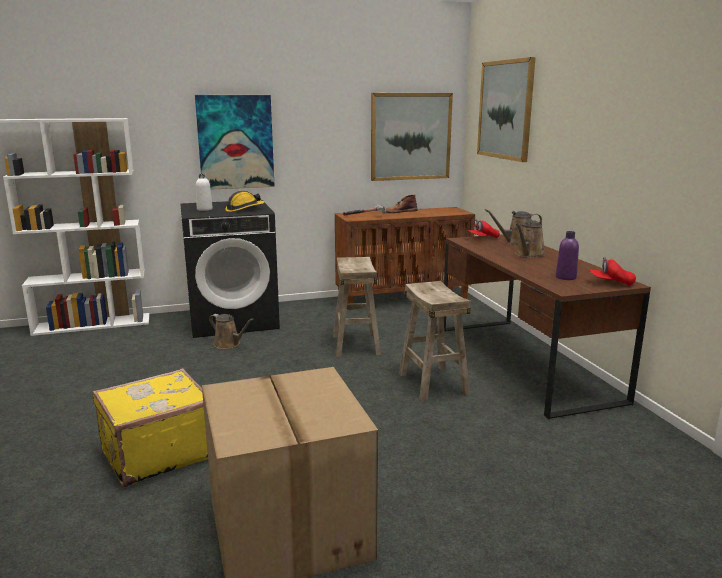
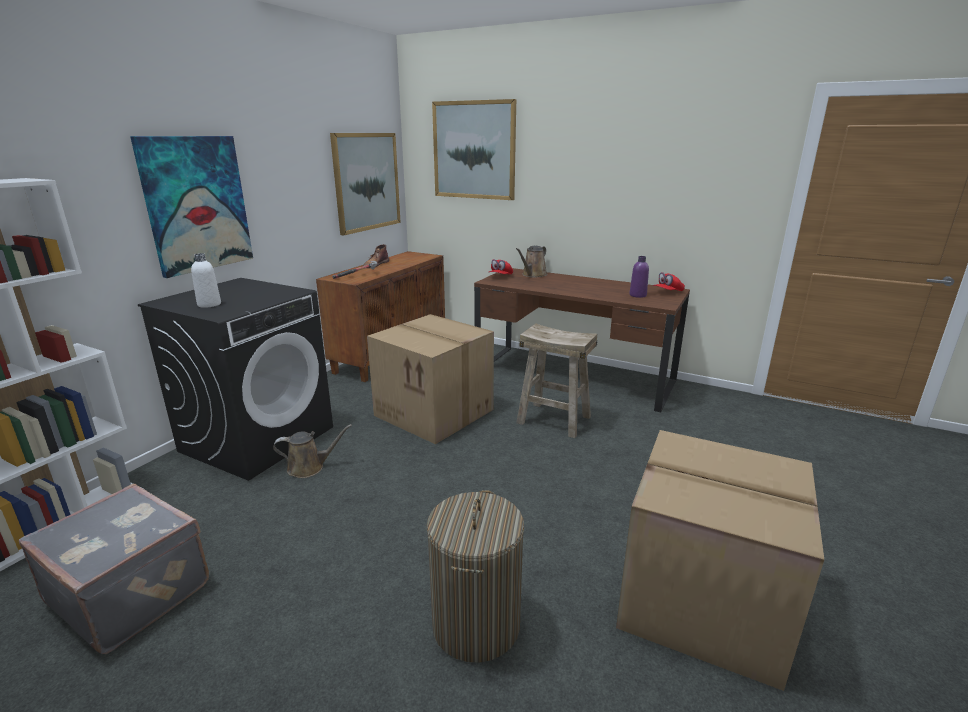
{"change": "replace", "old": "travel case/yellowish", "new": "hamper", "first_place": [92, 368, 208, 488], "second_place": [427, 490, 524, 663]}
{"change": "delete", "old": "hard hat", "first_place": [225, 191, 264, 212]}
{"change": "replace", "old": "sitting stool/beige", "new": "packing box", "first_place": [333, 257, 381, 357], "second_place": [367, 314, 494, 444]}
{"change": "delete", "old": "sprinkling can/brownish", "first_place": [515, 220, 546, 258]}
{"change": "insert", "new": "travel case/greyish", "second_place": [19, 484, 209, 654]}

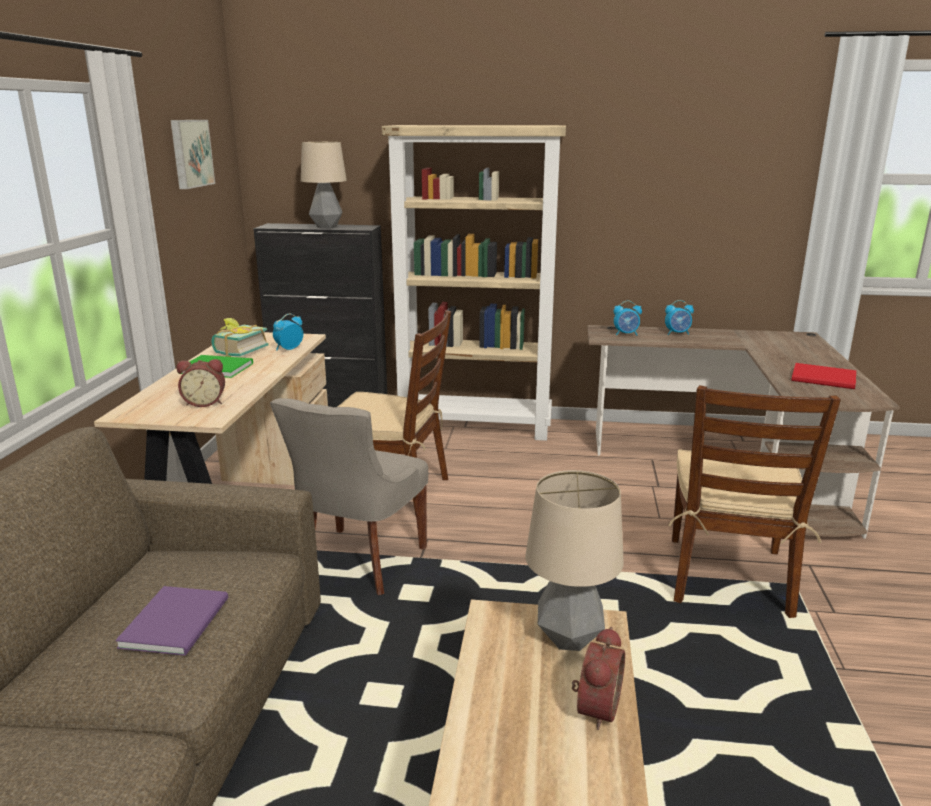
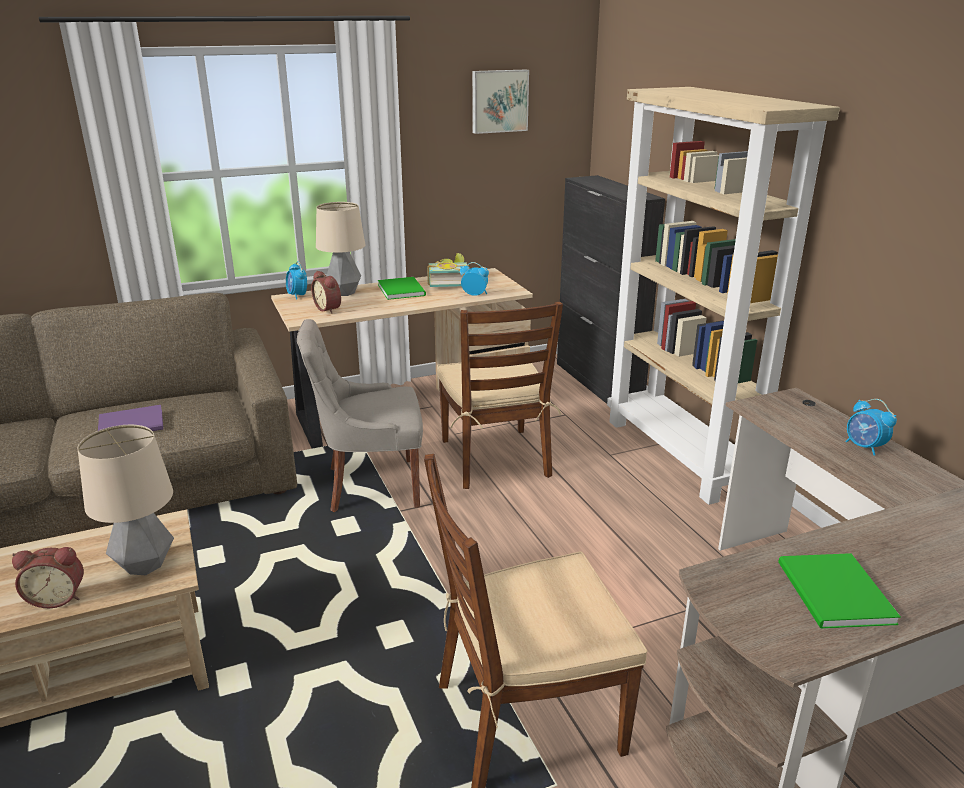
{"change": "move", "old": "lamp for a table", "first_place": [301, 142, 347, 229], "second_place": [316, 202, 365, 296]}
{"change": "move", "old": "table clock", "first_place": [613, 301, 642, 336], "second_place": [286, 261, 307, 300]}
{"change": "recolor", "old": "book/red-coloured", "new": "book/green-coloured", "first_place": [791, 363, 856, 389], "second_place": [778, 553, 901, 629]}

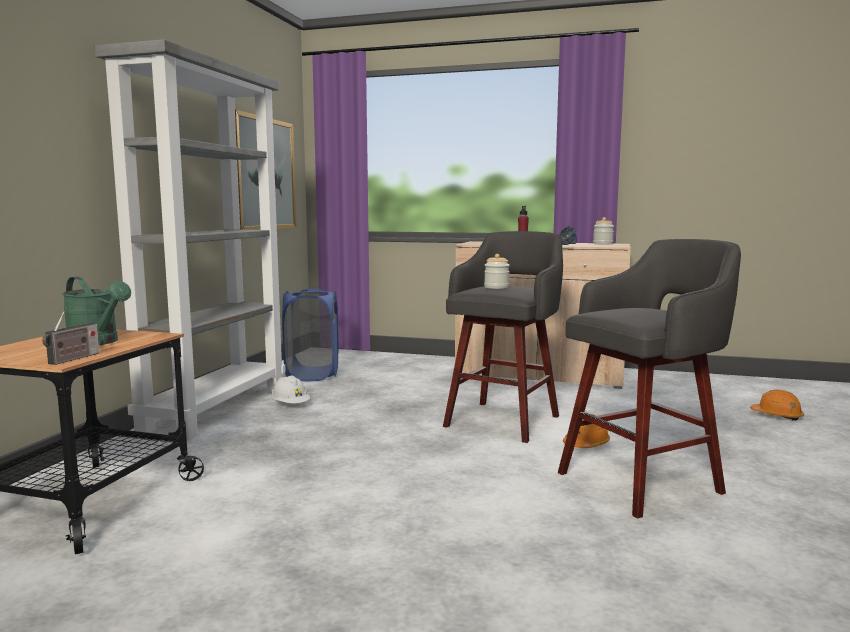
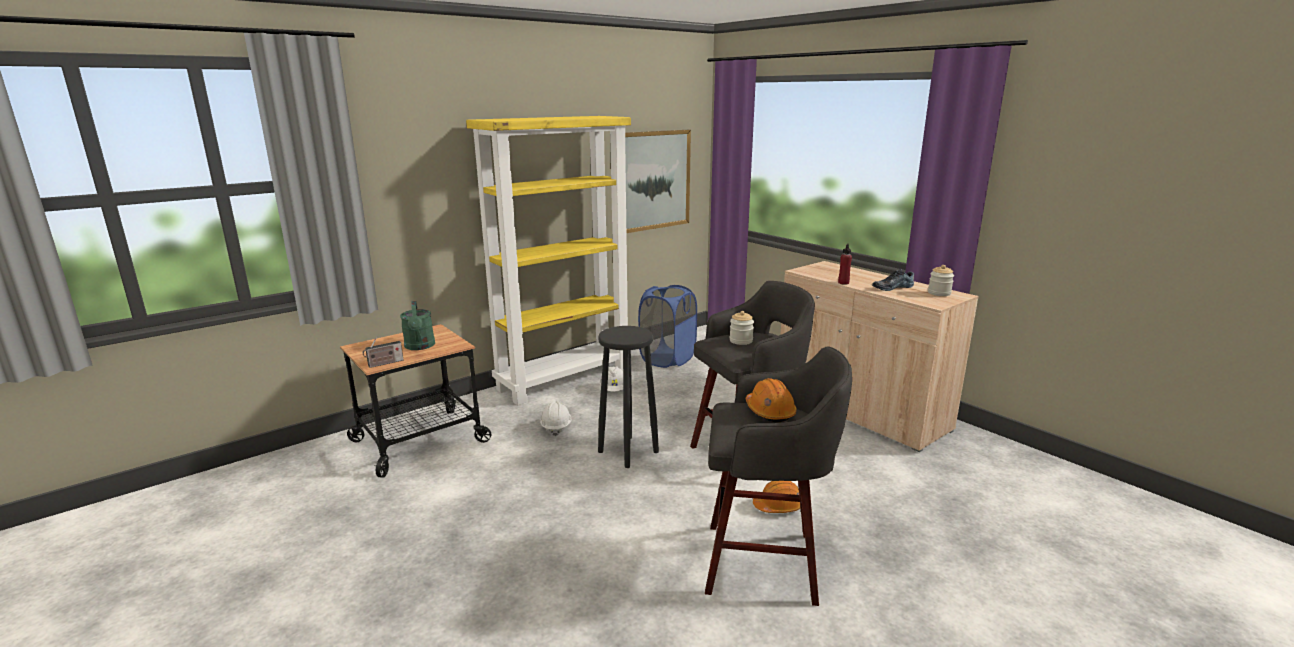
{"change": "recolor", "old": "bookshelf/greyish", "new": "bookshelf/yellowish", "first_place": [94, 39, 286, 440], "second_place": [466, 116, 631, 405]}
{"change": "move", "old": "hard hat/orangey", "first_place": [750, 390, 804, 421], "second_place": [746, 378, 797, 422]}
{"change": "insert", "new": "hard hat/white", "second_place": [540, 400, 572, 436]}
{"change": "insert", "new": "sitting stool/black-coloured", "second_place": [598, 326, 659, 468]}

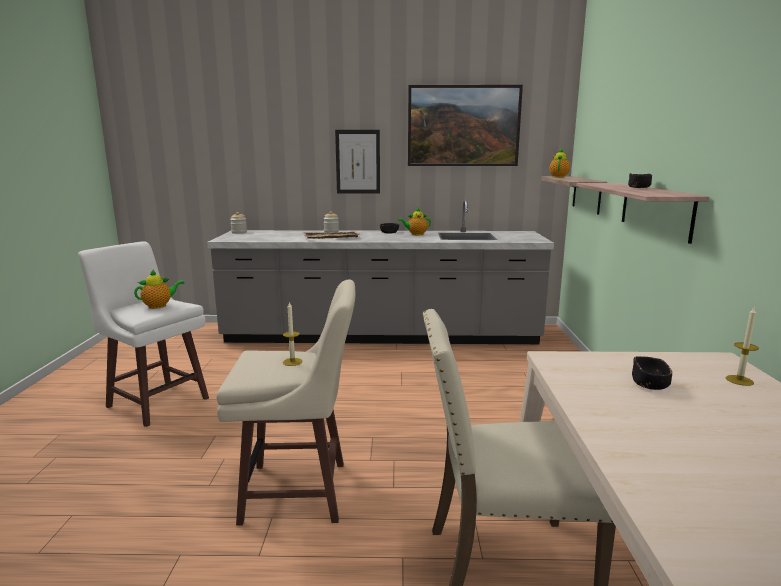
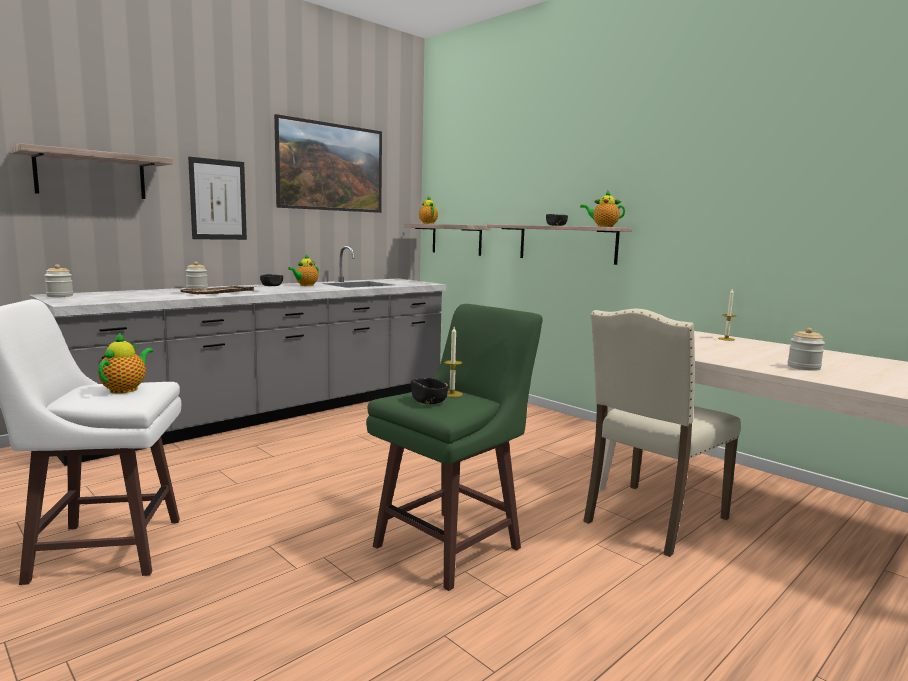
{"change": "recolor", "old": "sitting stool/beige", "new": "sitting stool/green-coloured", "first_place": [216, 280, 356, 526], "second_place": [366, 304, 543, 591]}
{"change": "move", "old": "deep dish/black-coloured", "first_place": [632, 356, 672, 390], "second_place": [411, 378, 448, 404]}
{"change": "insert", "new": "shelf", "second_place": [11, 143, 173, 199]}
{"change": "insert", "new": "tea pot", "second_place": [580, 190, 625, 227]}
{"change": "insert", "new": "storage jar", "second_place": [787, 328, 825, 371]}

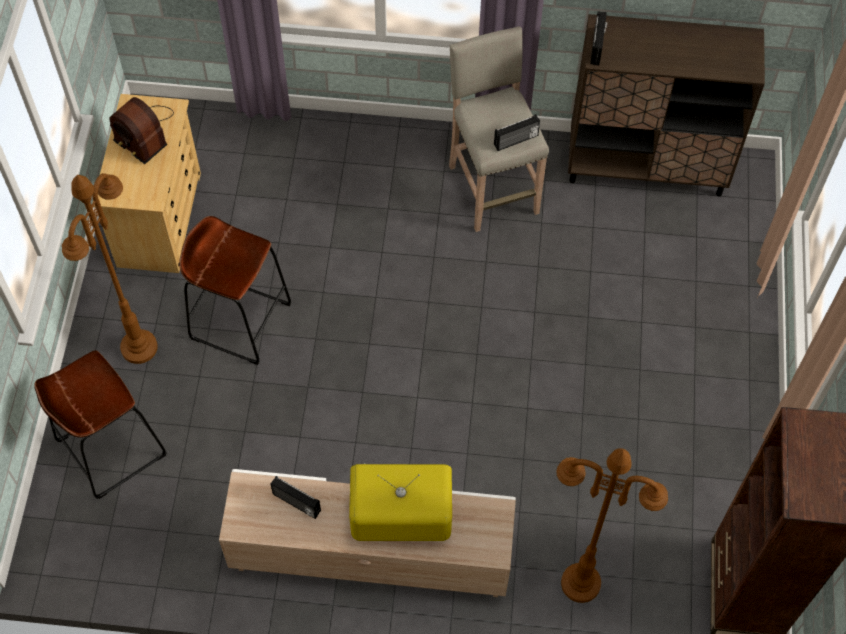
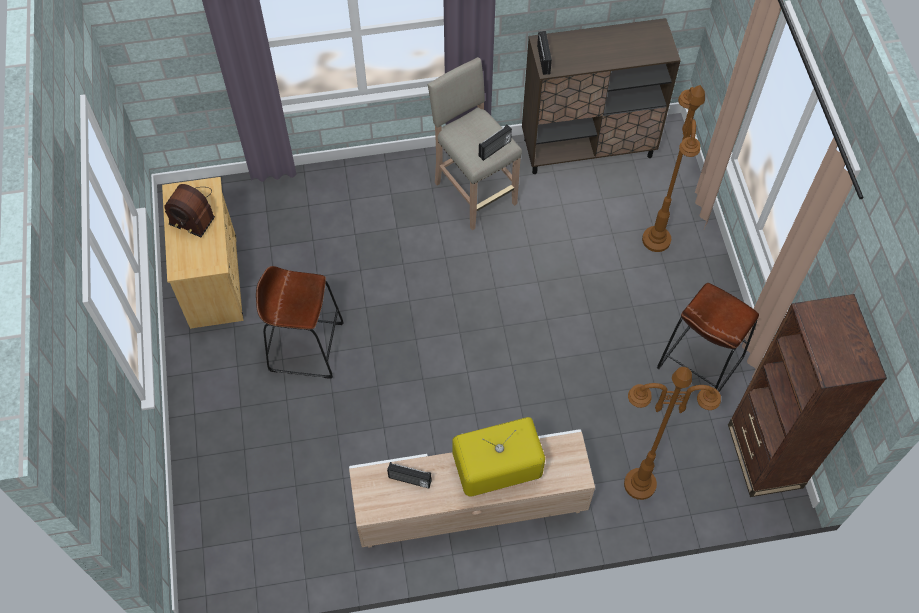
{"change": "move", "old": "sitting stool/brownish", "first_place": [34, 350, 167, 499], "second_place": [657, 283, 759, 392]}
{"change": "move", "old": "floor lamp/brownish", "first_place": [62, 173, 158, 364], "second_place": [642, 85, 705, 252]}

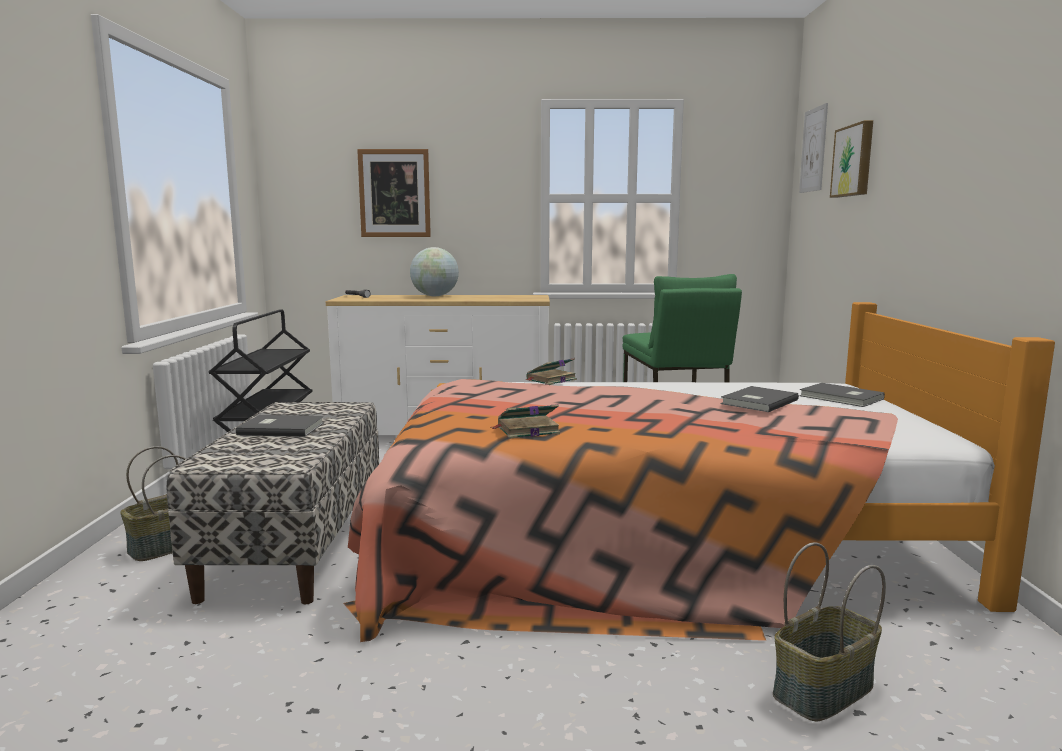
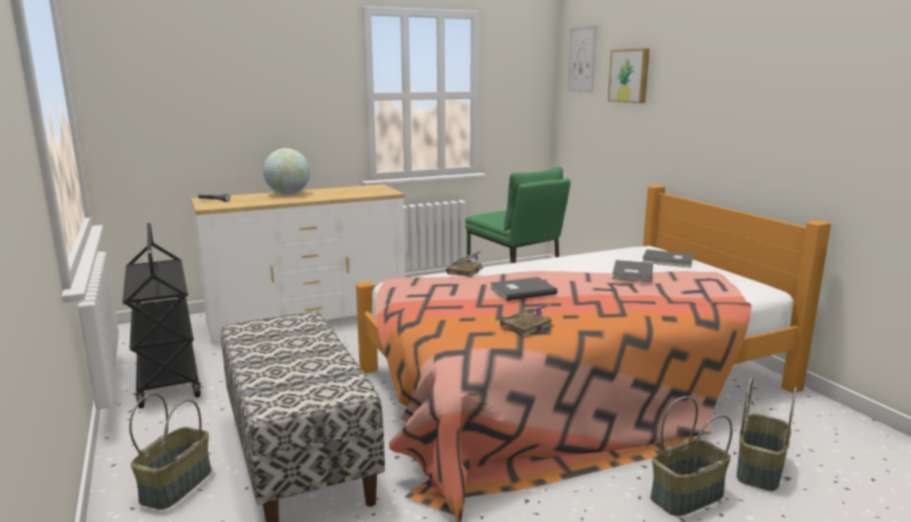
{"change": "move", "old": "book/greyish", "first_place": [236, 415, 324, 437], "second_place": [490, 277, 558, 301]}
{"change": "delete", "old": "wall picture", "first_place": [357, 149, 431, 237]}
{"change": "insert", "new": "household basket", "second_place": [650, 396, 733, 516]}

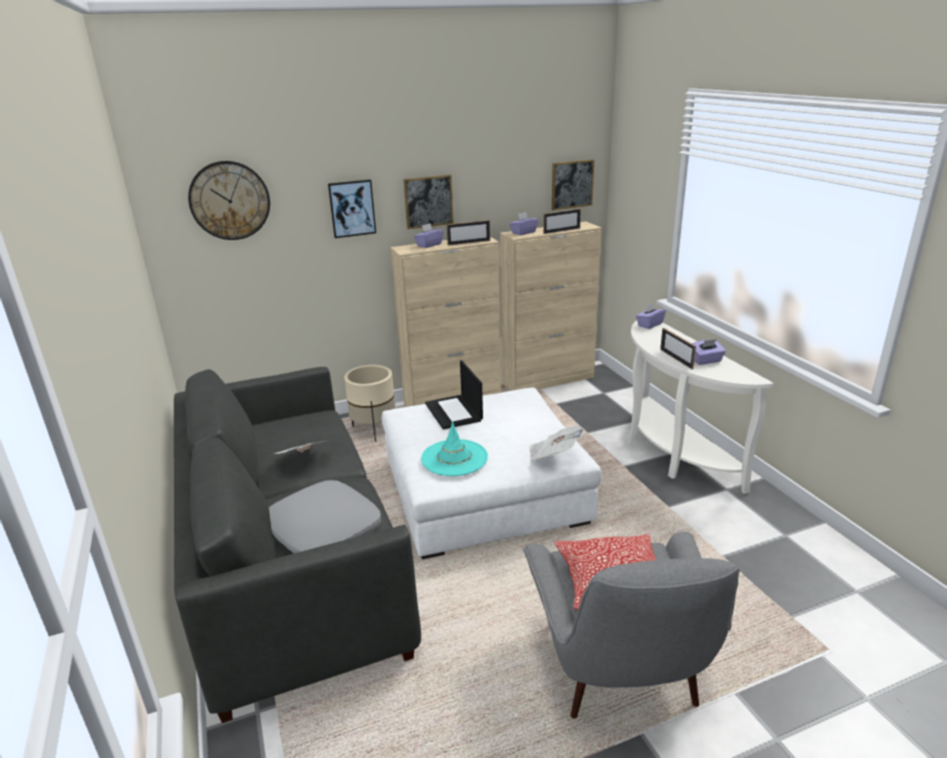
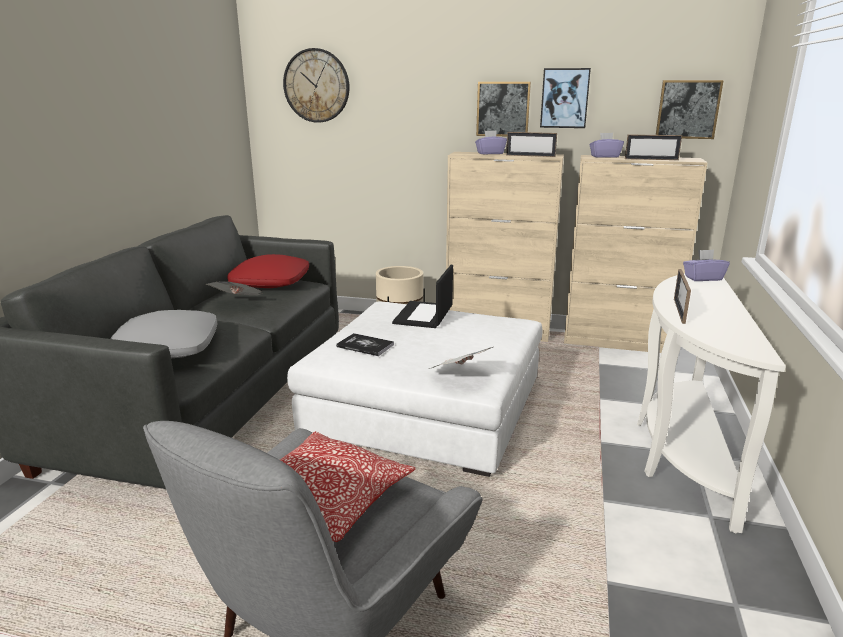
{"change": "move", "old": "wall picture", "first_place": [328, 179, 376, 238], "second_place": [540, 68, 591, 128]}
{"change": "replace", "old": "clothing hat/blue-green", "new": "book", "first_place": [421, 422, 488, 476], "second_place": [336, 333, 394, 356]}
{"change": "delete", "old": "box of tissues/purple-coloured", "first_place": [692, 339, 726, 365]}
{"change": "insert", "new": "pillow/red-coloured", "second_place": [227, 254, 309, 288]}

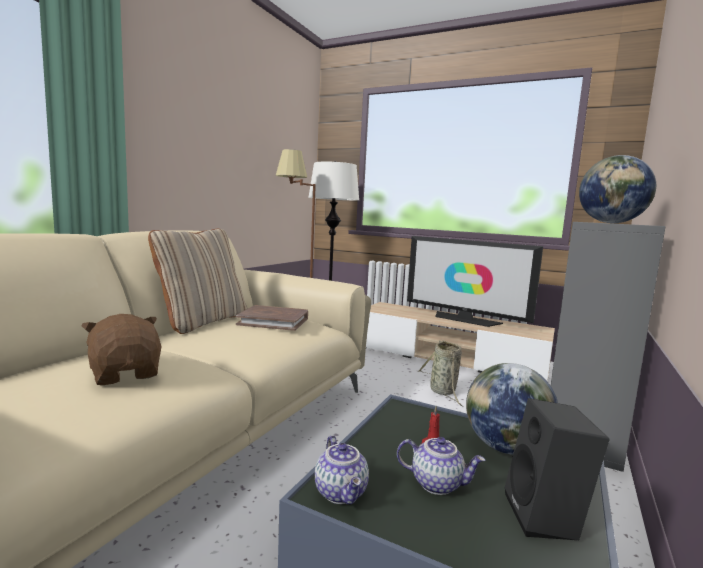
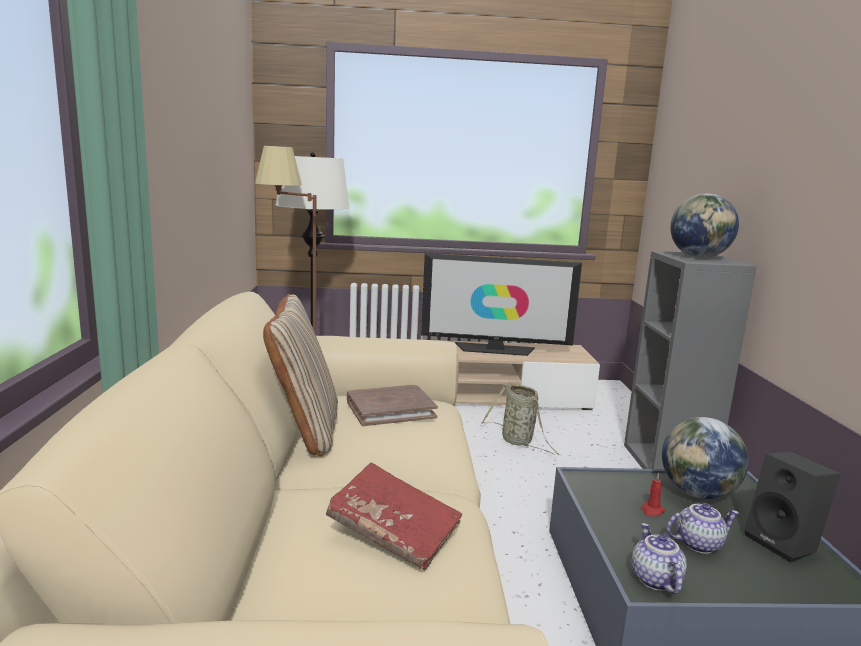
{"change": "replace", "old": "plush toy/brownish", "new": "book/red-coloured", "first_place": [81, 314, 162, 385], "second_place": [326, 462, 462, 570]}
{"change": "rotate", "old": "tea pot", "first_place": [315, 435, 369, 505], "second_place": [632, 523, 687, 594], "degrees": -135}

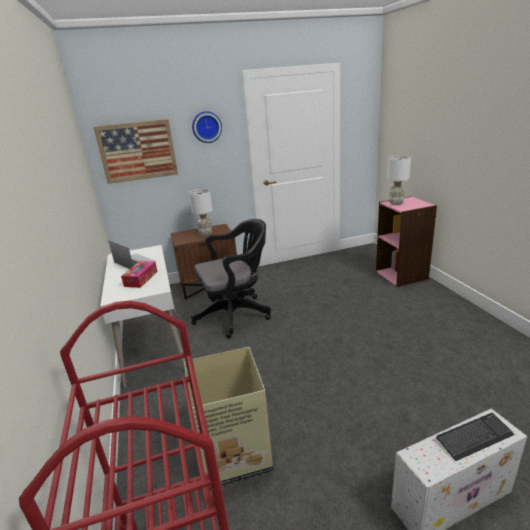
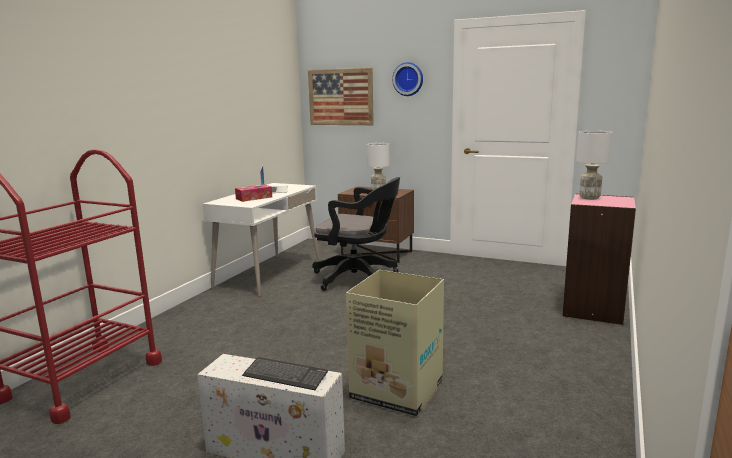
{"change": "move", "old": "packing box", "first_place": [184, 347, 273, 489], "second_place": [346, 270, 444, 416]}

